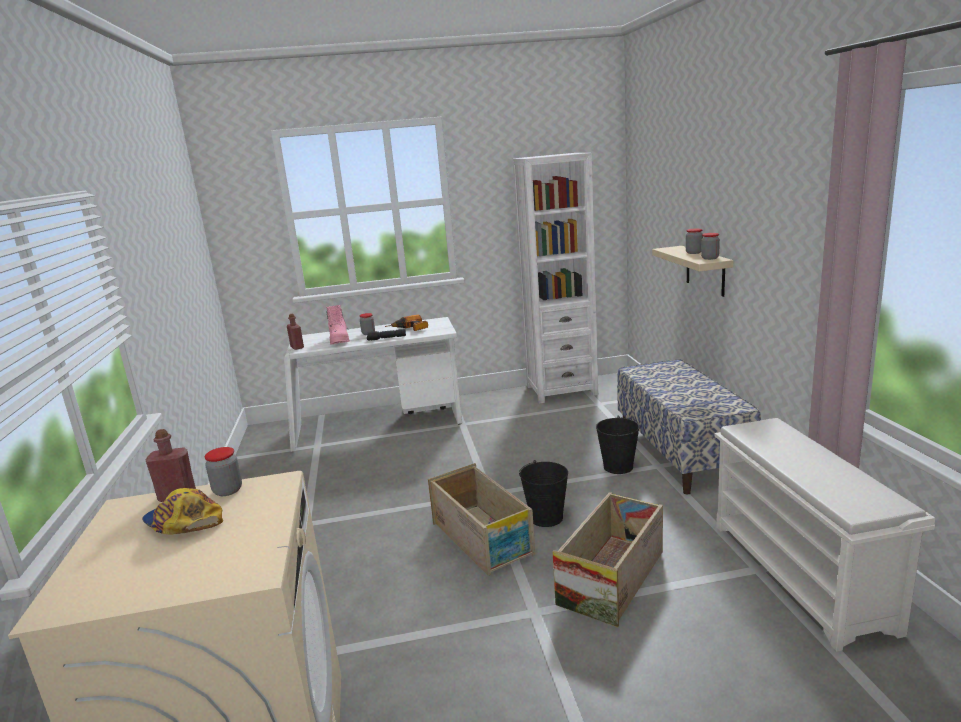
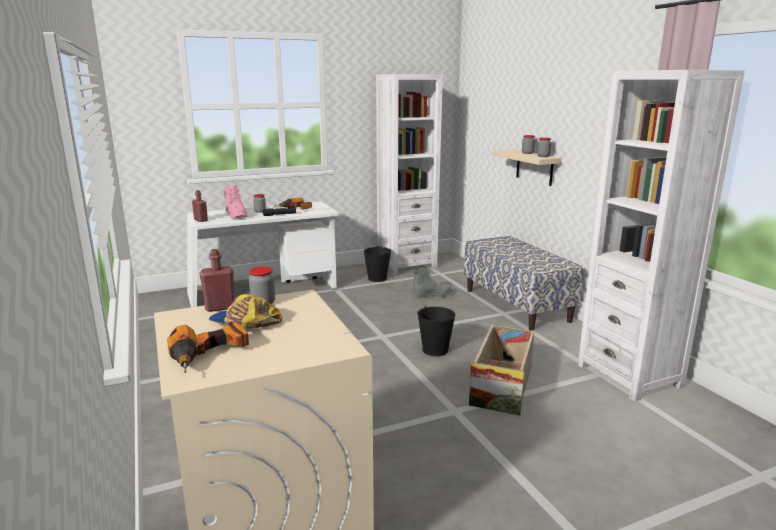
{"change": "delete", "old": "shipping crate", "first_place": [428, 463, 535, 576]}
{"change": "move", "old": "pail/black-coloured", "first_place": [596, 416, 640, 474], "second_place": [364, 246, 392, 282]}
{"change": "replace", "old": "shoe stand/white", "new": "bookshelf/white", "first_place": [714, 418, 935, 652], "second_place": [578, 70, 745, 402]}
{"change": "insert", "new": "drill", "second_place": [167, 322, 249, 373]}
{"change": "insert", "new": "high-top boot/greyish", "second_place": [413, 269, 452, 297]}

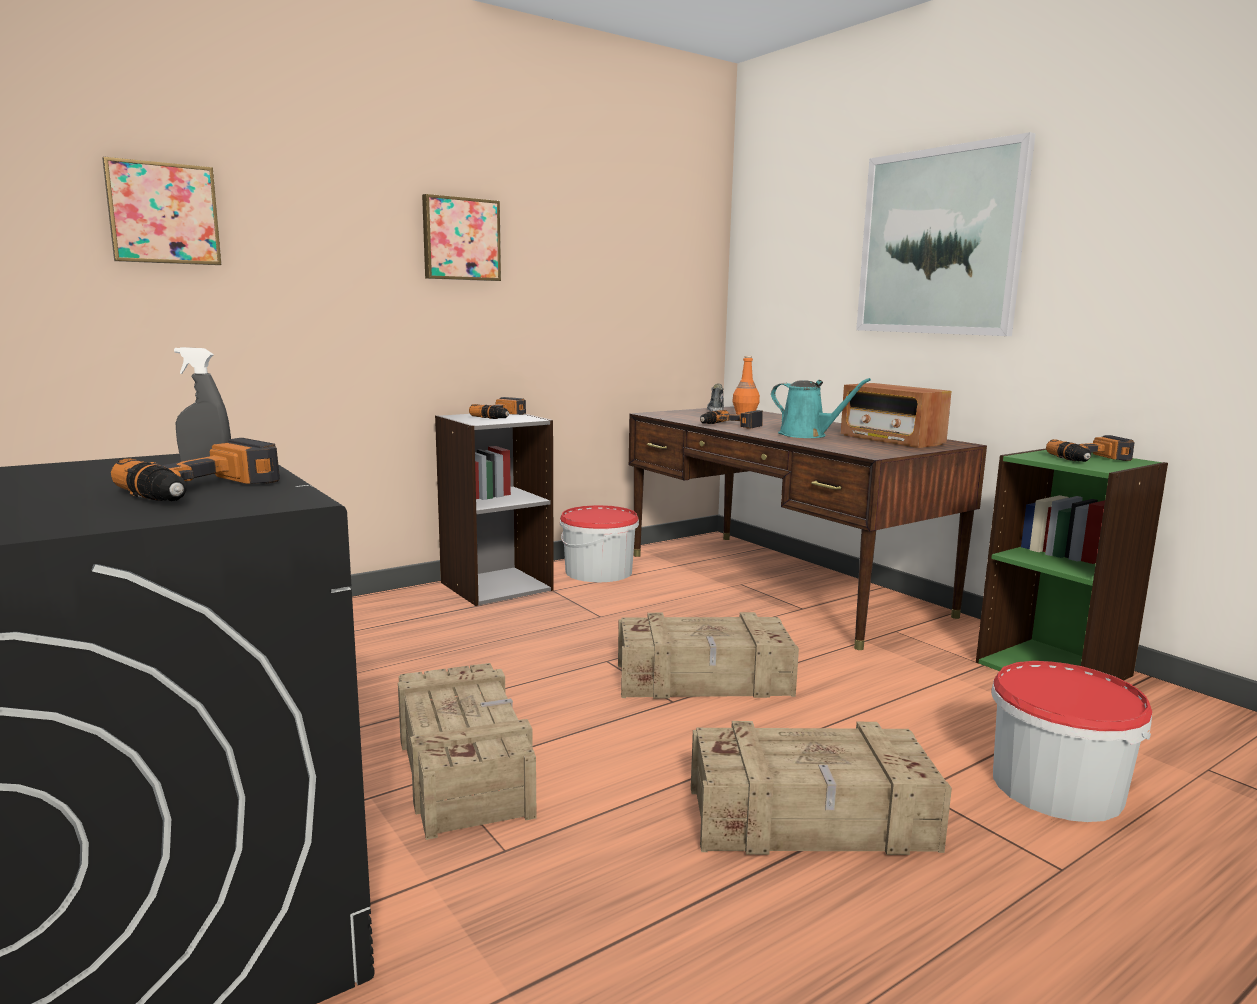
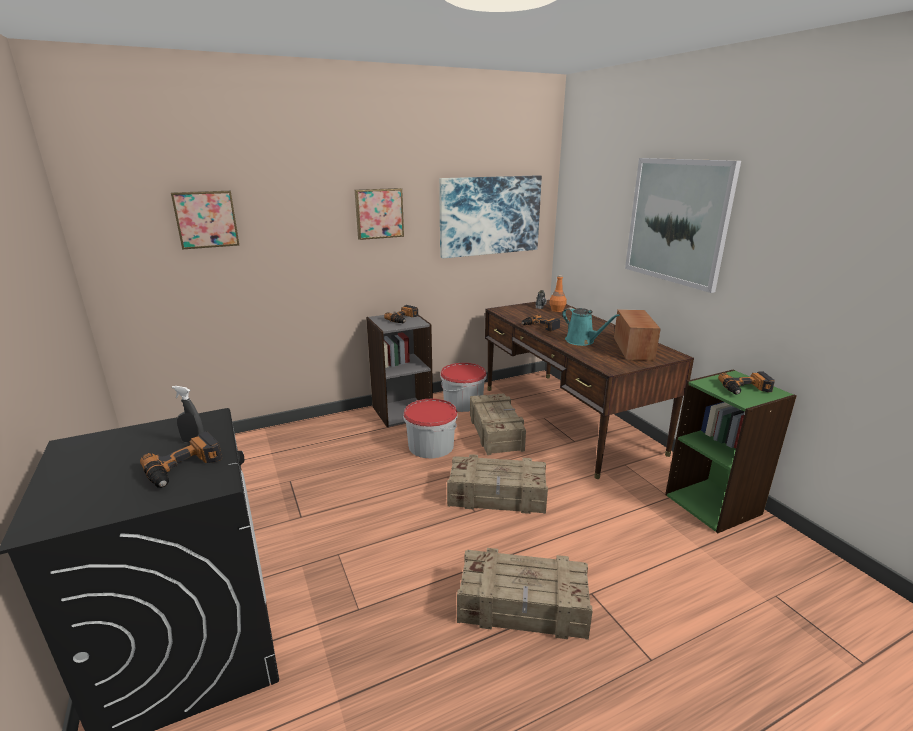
{"change": "move", "old": "shipping crate", "first_place": [398, 663, 537, 840], "second_place": [470, 393, 526, 455]}
{"change": "rotate", "old": "radio set", "first_place": [841, 383, 952, 448], "second_place": [614, 309, 661, 361], "degrees": -150}
{"change": "move", "old": "pail", "first_place": [991, 661, 1152, 822], "second_place": [403, 399, 458, 459]}
{"change": "insert", "new": "wall picture", "second_place": [439, 175, 542, 258]}

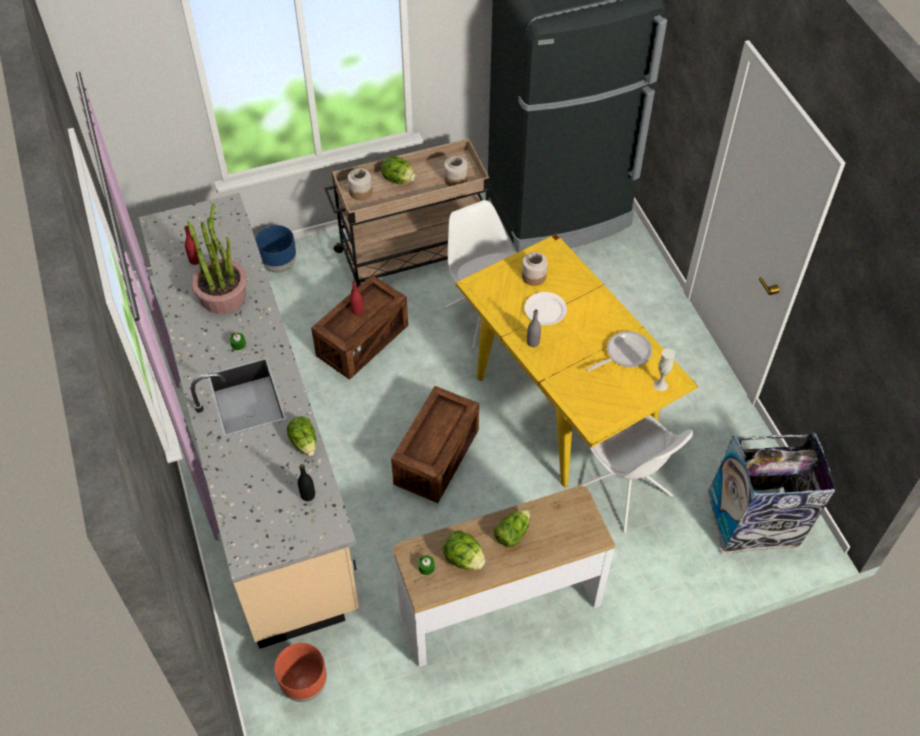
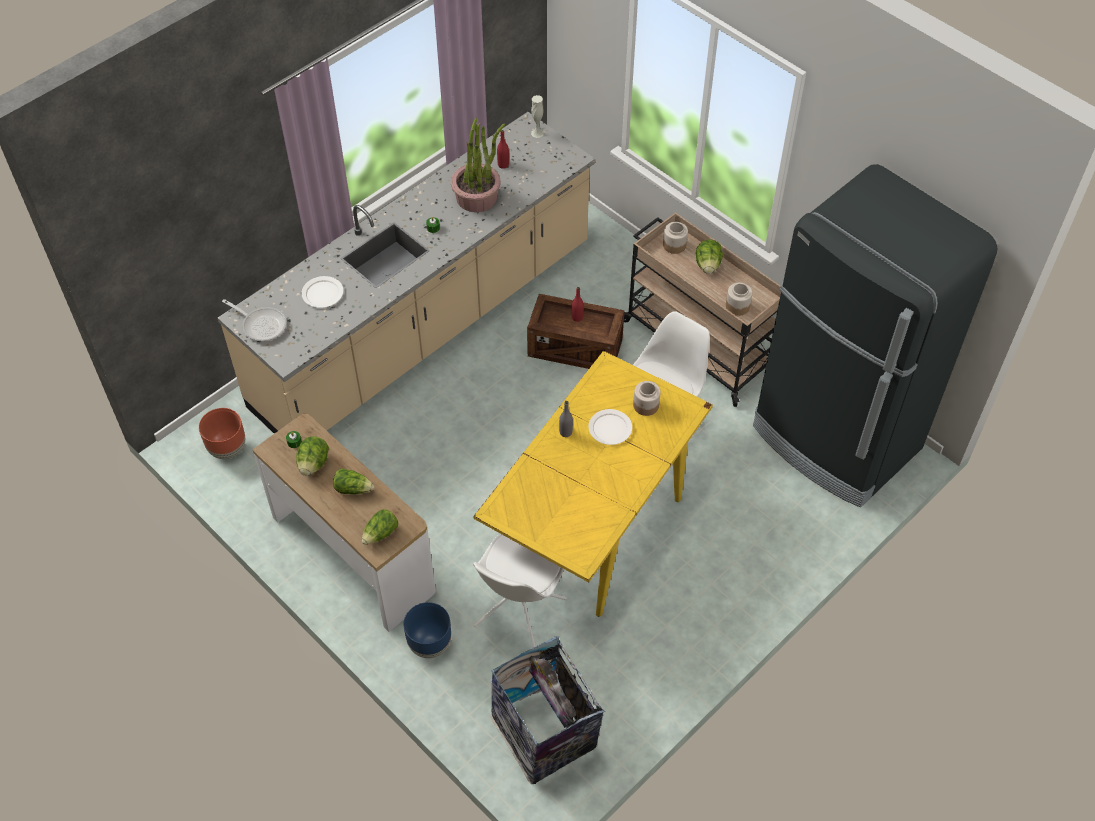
{"change": "move", "old": "flower pot/blue", "first_place": [255, 225, 296, 273], "second_place": [404, 602, 451, 658]}
{"change": "move", "old": "lettuce head", "first_place": [287, 416, 316, 456], "second_place": [362, 509, 398, 545]}
{"change": "delete", "old": "drink bottle/black-coloured", "first_place": [298, 464, 315, 501]}
{"change": "delete", "old": "shipping crate", "first_place": [391, 386, 479, 503]}
{"change": "move", "old": "frying pan", "first_place": [586, 331, 652, 372], "second_place": [222, 299, 286, 341]}
{"change": "move", "old": "vase/white", "first_place": [653, 348, 675, 391], "second_place": [531, 95, 544, 138]}
{"change": "insert", "new": "plate/white", "second_place": [301, 276, 343, 308]}

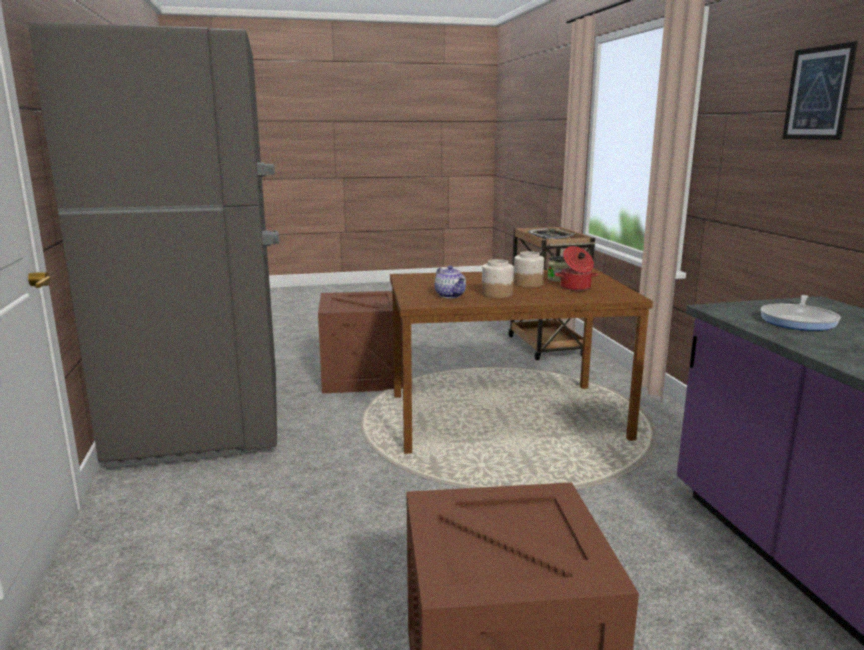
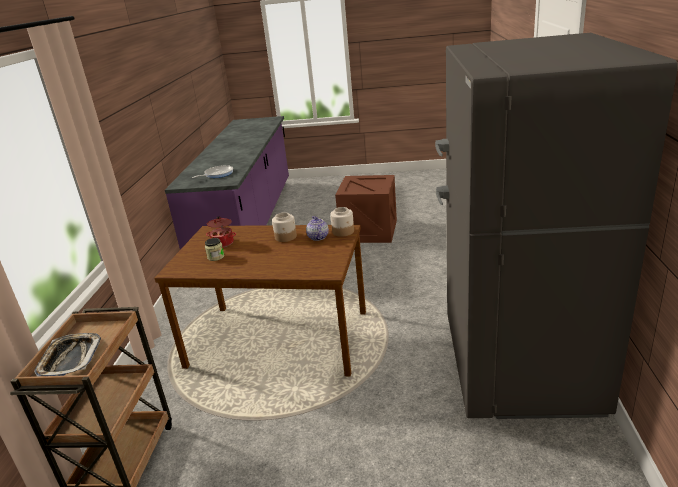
{"change": "delete", "old": "shipping crate", "first_place": [318, 291, 403, 394]}
{"change": "move", "old": "storage jar", "first_place": [514, 251, 544, 288], "second_place": [330, 207, 354, 237]}
{"change": "delete", "old": "wall picture", "first_place": [782, 41, 858, 140]}

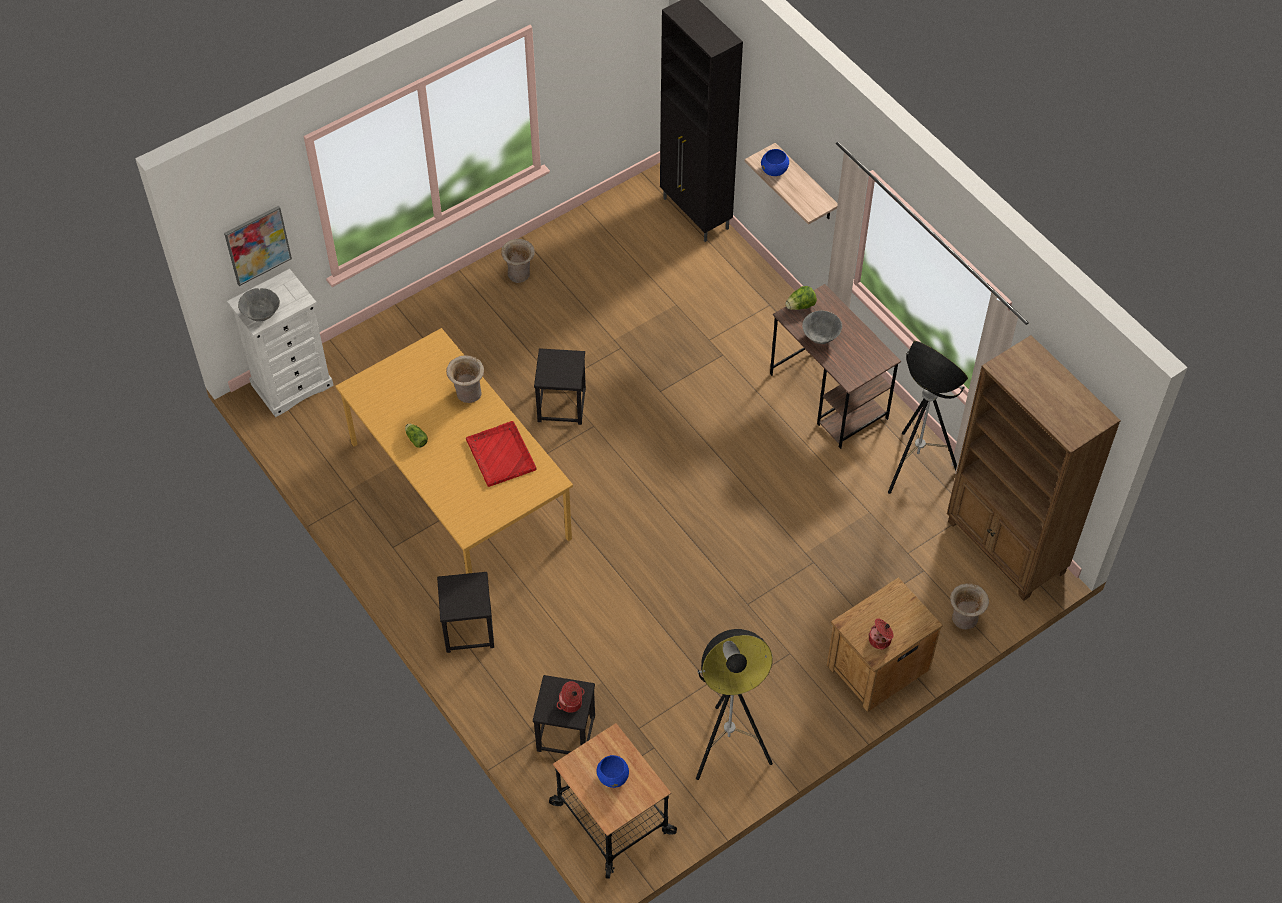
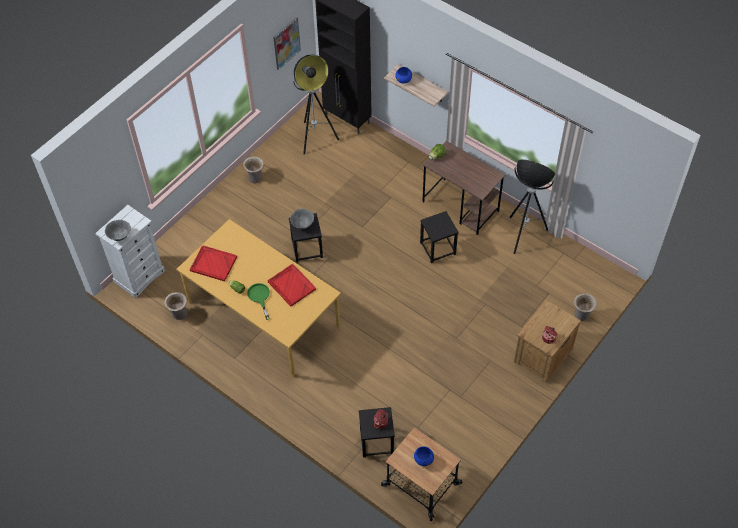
{"change": "move", "old": "wall picture", "first_place": [224, 206, 292, 286], "second_place": [273, 17, 301, 70]}
{"change": "move", "old": "sitting stool/black-coloured", "first_place": [437, 572, 494, 653], "second_place": [420, 211, 459, 263]}
{"change": "move", "old": "vase/beige", "first_place": [446, 355, 484, 403], "second_place": [164, 292, 187, 320]}
{"change": "move", "old": "floor lamp", "first_place": [696, 629, 773, 780], "second_place": [293, 55, 339, 155]}
{"change": "move", "old": "deep dish/greyish", "first_place": [802, 310, 842, 344], "second_place": [290, 209, 314, 229]}
{"change": "delete", "old": "bookshelf/brownish", "first_place": [947, 335, 1121, 601]}
{"change": "insert", "new": "carrying tray/red-coloured", "second_place": [190, 246, 237, 281]}
{"change": "insert", "new": "frying pan/green-coloured", "second_place": [247, 283, 270, 320]}

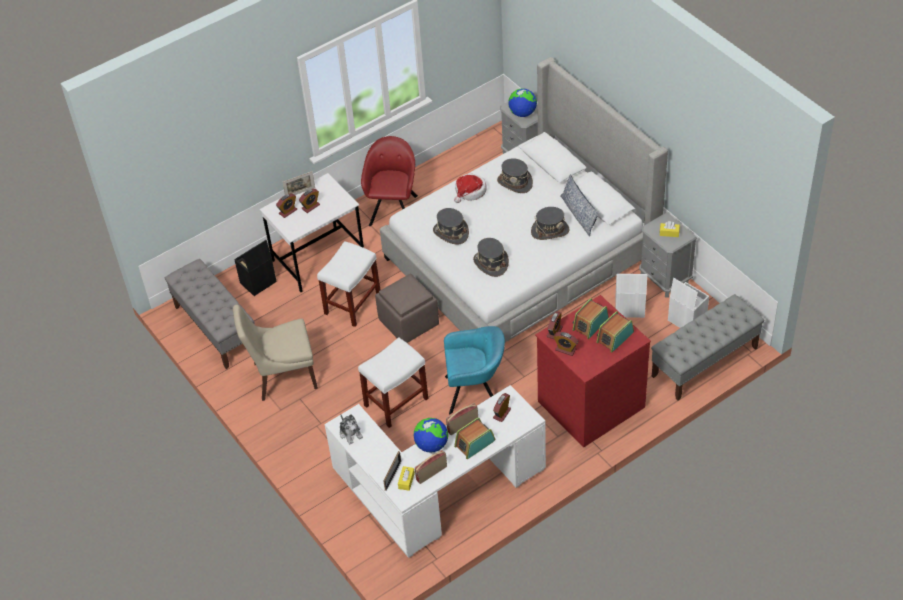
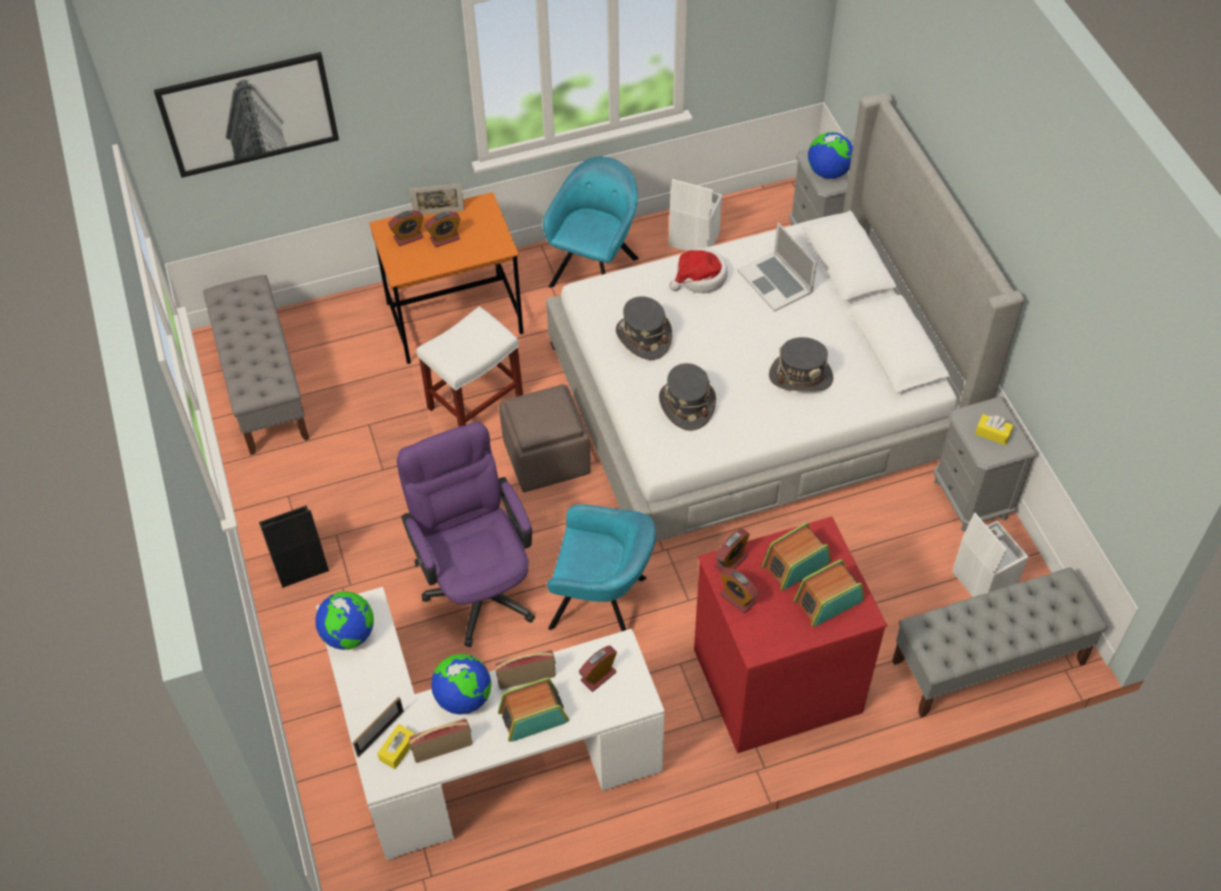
{"change": "delete", "old": "upright chair/beige", "first_place": [233, 305, 318, 401]}
{"change": "move", "old": "storage box/black-coloured", "first_place": [234, 240, 277, 296], "second_place": [259, 506, 329, 588]}
{"change": "recolor", "old": "desk/white", "new": "desk/orangey", "first_place": [260, 173, 364, 292], "second_place": [369, 192, 524, 364]}
{"change": "replace", "old": "plush toy", "new": "world globe", "first_place": [340, 414, 363, 445], "second_place": [315, 591, 374, 650]}
{"change": "replace", "old": "sitting stool/white", "new": "office chair/purple-coloured", "first_place": [358, 337, 428, 428], "second_place": [397, 421, 535, 647]}
{"change": "recolor", "old": "easy chair/red-coloured", "new": "easy chair/blue-green", "first_place": [361, 136, 418, 226], "second_place": [543, 157, 639, 288]}
{"change": "replace", "old": "clothing hat/greyish", "new": "notebook computer", "first_place": [497, 158, 533, 193], "second_place": [737, 222, 817, 312]}
{"change": "delete", "old": "pillow", "first_place": [560, 174, 599, 237]}
{"change": "move", "old": "storage box/white", "first_place": [615, 274, 647, 318], "second_place": [669, 179, 722, 251]}
{"change": "insert", "new": "wall picture", "second_place": [154, 52, 339, 178]}

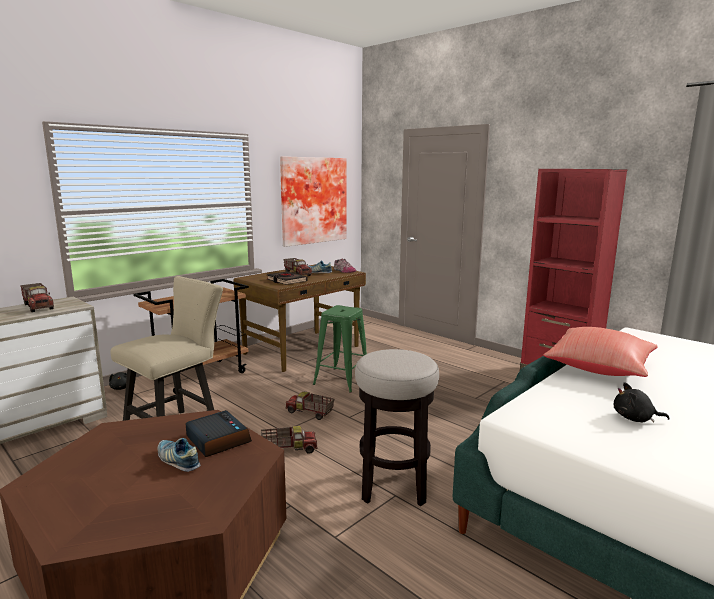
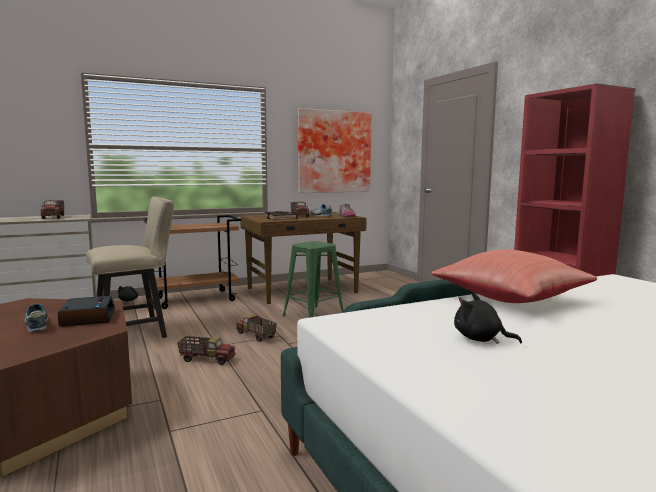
{"change": "delete", "old": "sitting stool", "first_place": [355, 349, 439, 506]}

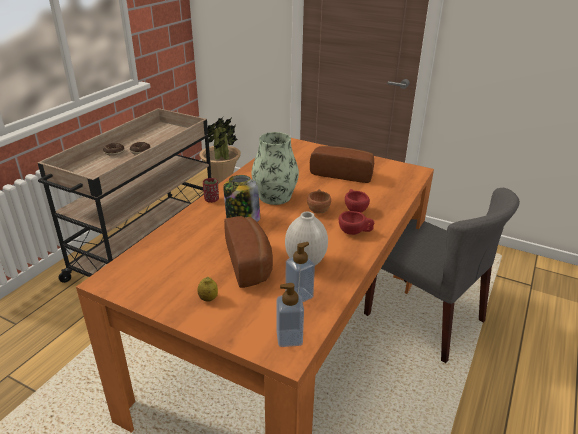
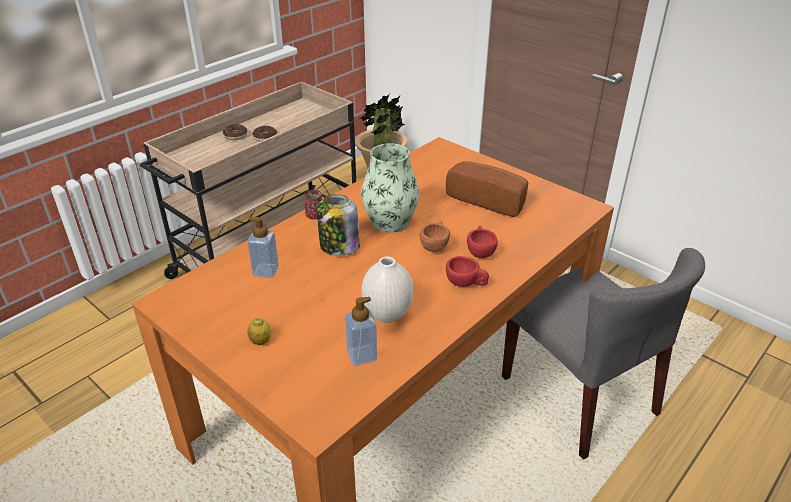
{"change": "delete", "old": "bread", "first_place": [224, 216, 273, 288]}
{"change": "move", "old": "soap dispenser", "first_place": [277, 283, 304, 347], "second_place": [247, 217, 279, 278]}

